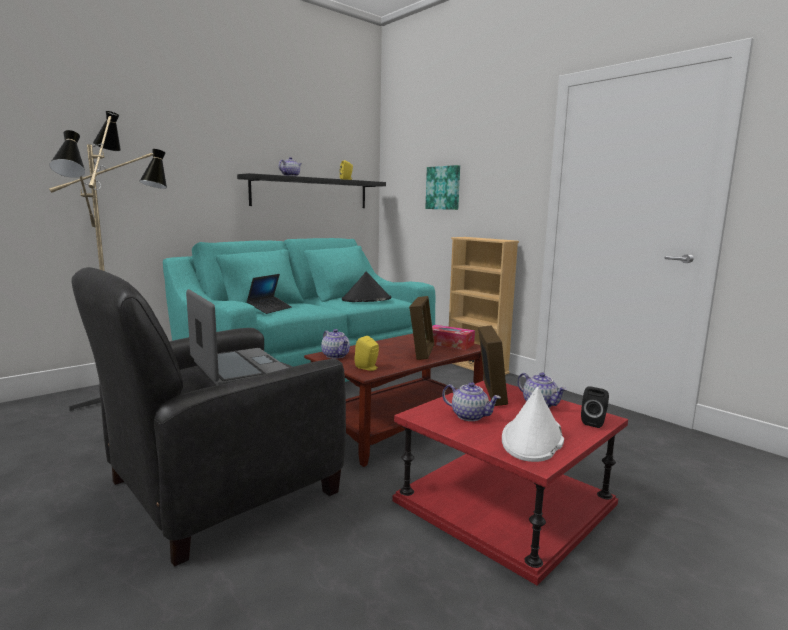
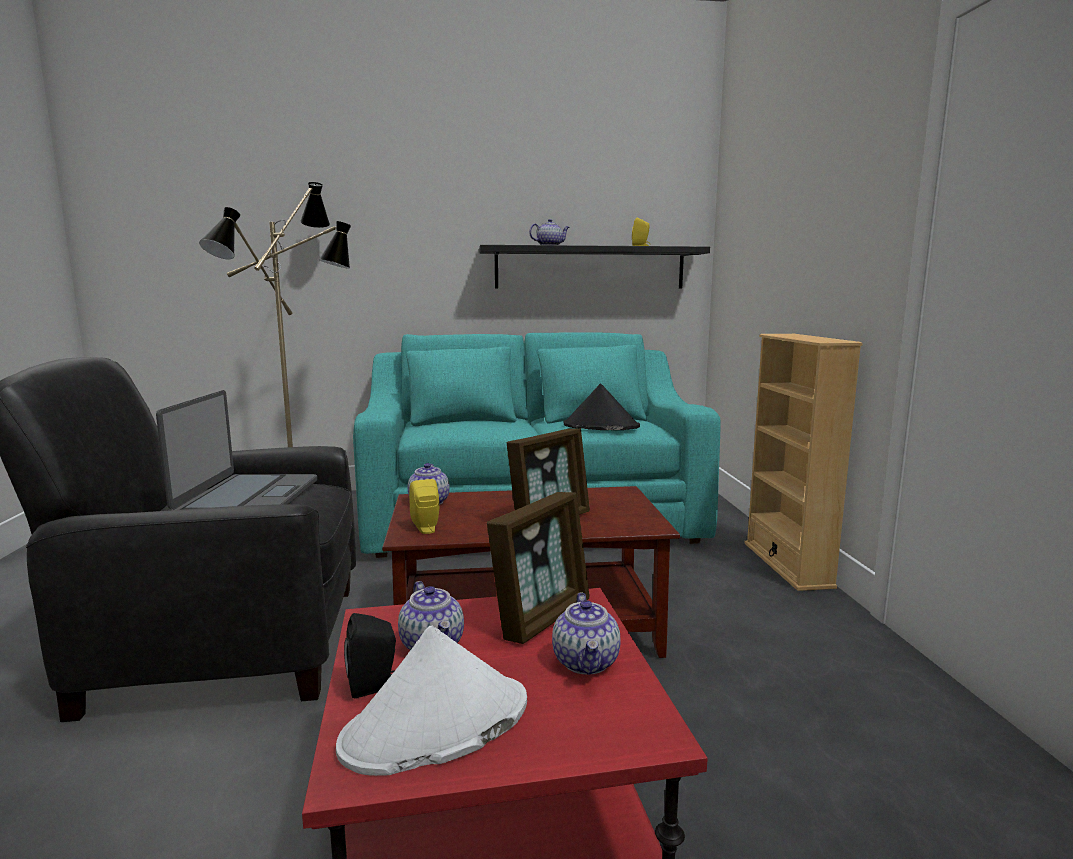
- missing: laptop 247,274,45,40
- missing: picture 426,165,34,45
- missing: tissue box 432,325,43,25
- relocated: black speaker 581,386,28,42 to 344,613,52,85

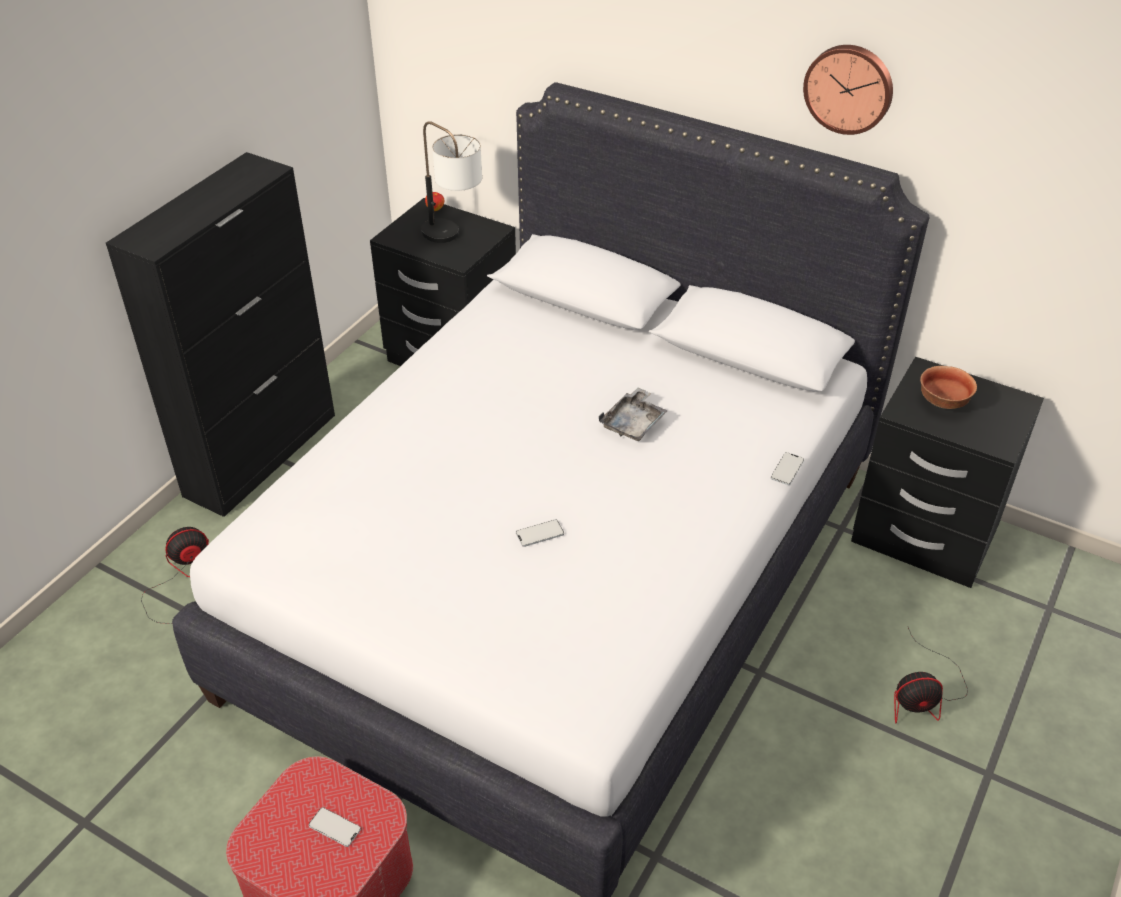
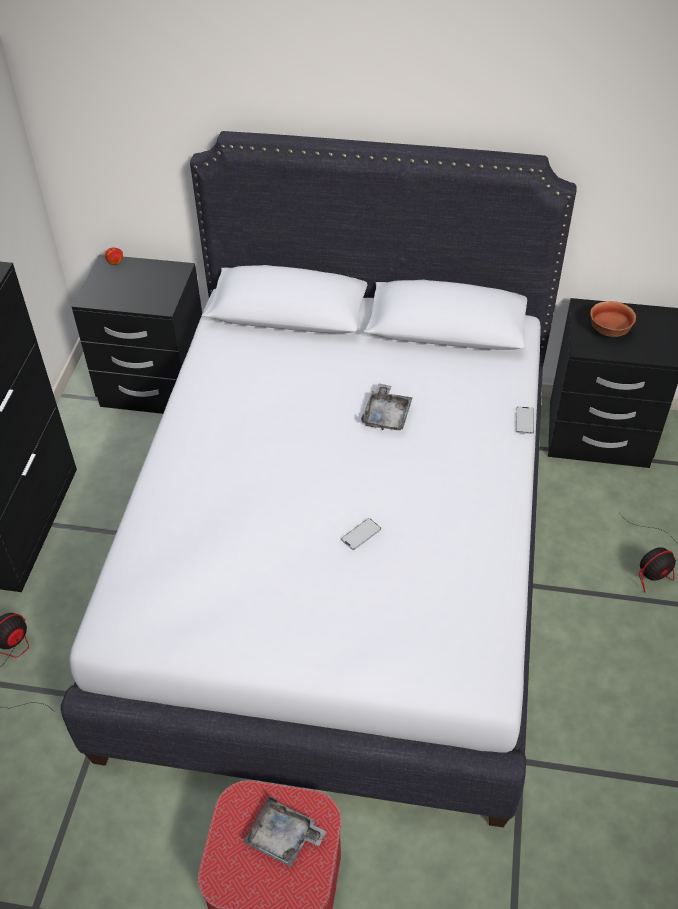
- missing: table lamp 421,121,61,122
- missing: wall clock 803,45,90,90
- exchanged: phone 309,807,52,40 to grey tray 243,796,84,71

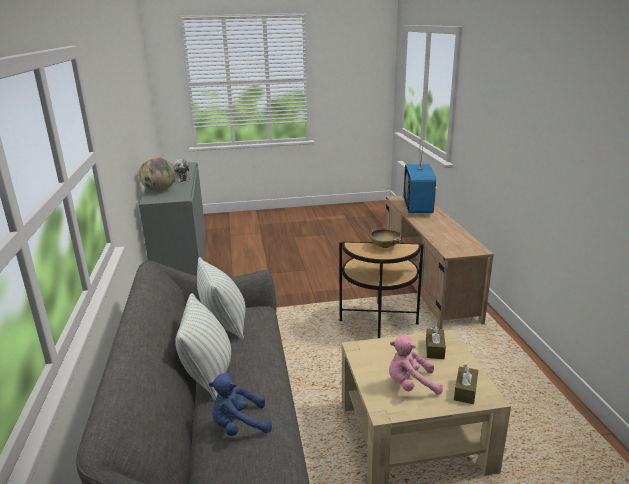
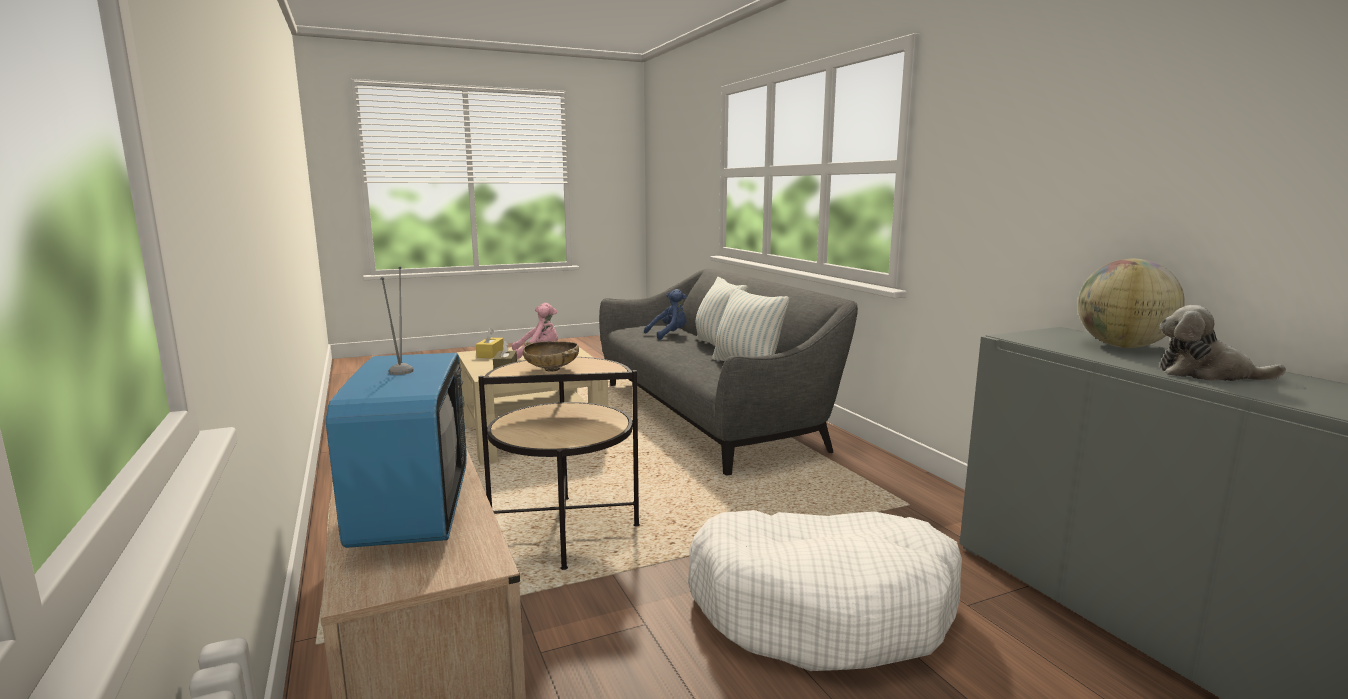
- appeared: white dog bed 688,510,274,161
- colour: brown tissue box 454,364,24,40 to yellow tissue box 476,328,28,30

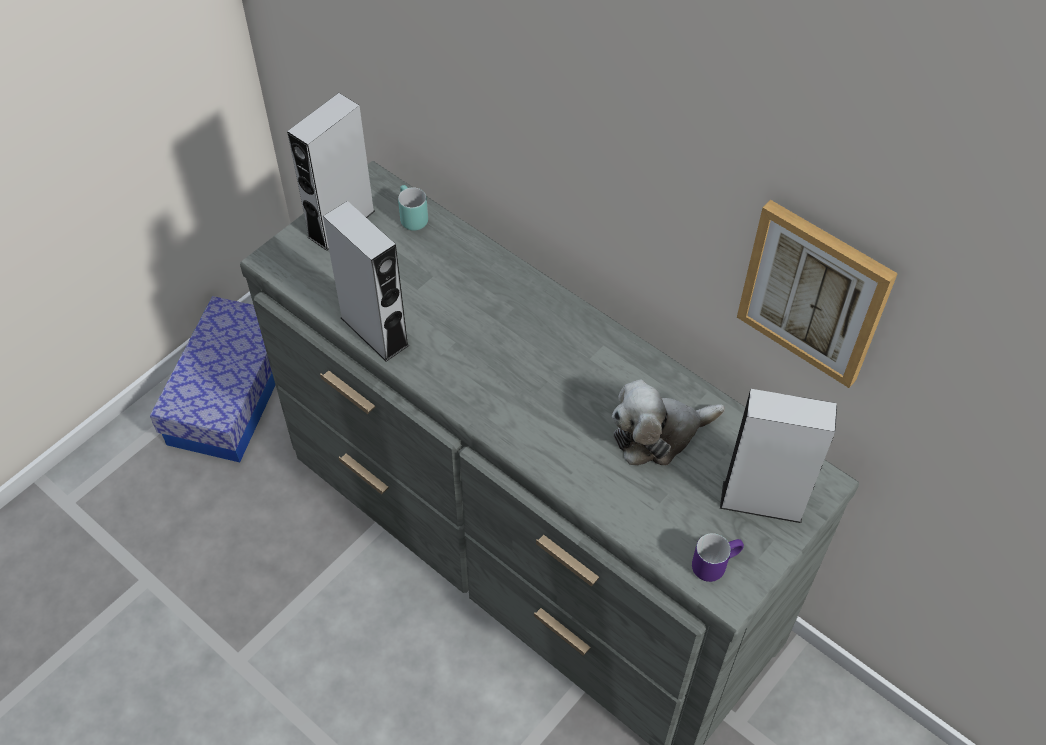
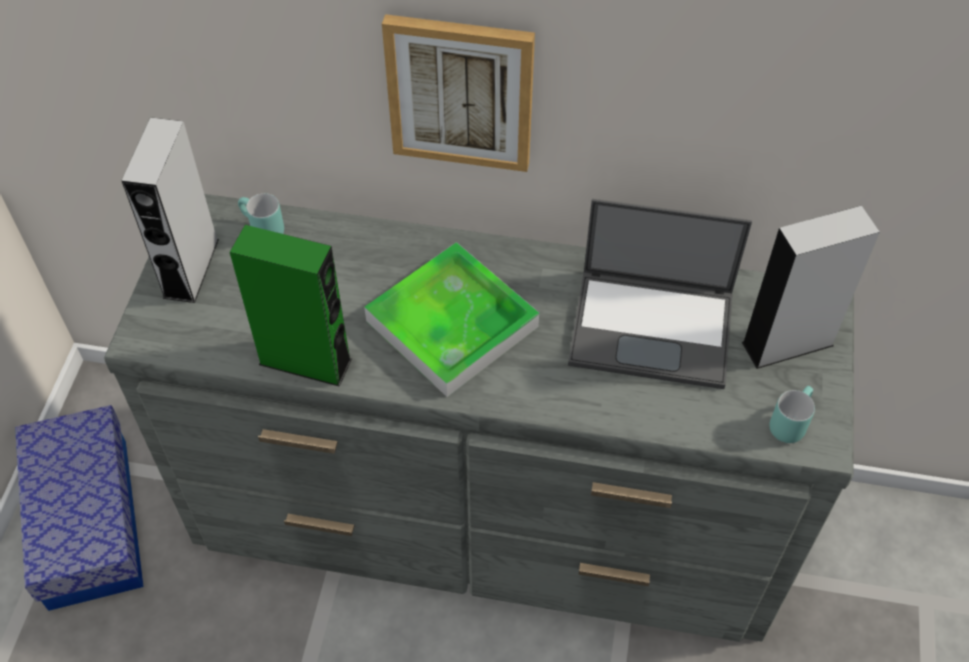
- appeared: tray 364,242,175,155
- relocated: picture 737,200,161,188 to 382,14,153,158
- exchanged: plush toy 612,379,113,86 to laptop 568,199,184,190
- colour: grey speaker 323,201,86,161 to green speaker 230,225,122,162
- colour: purple mug 692,533,52,49 to turquoise mug 769,386,46,57

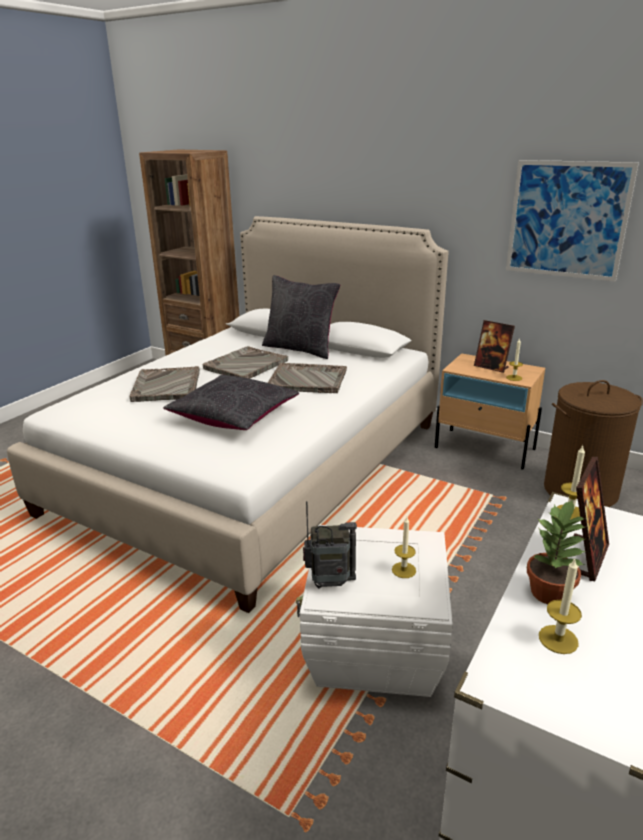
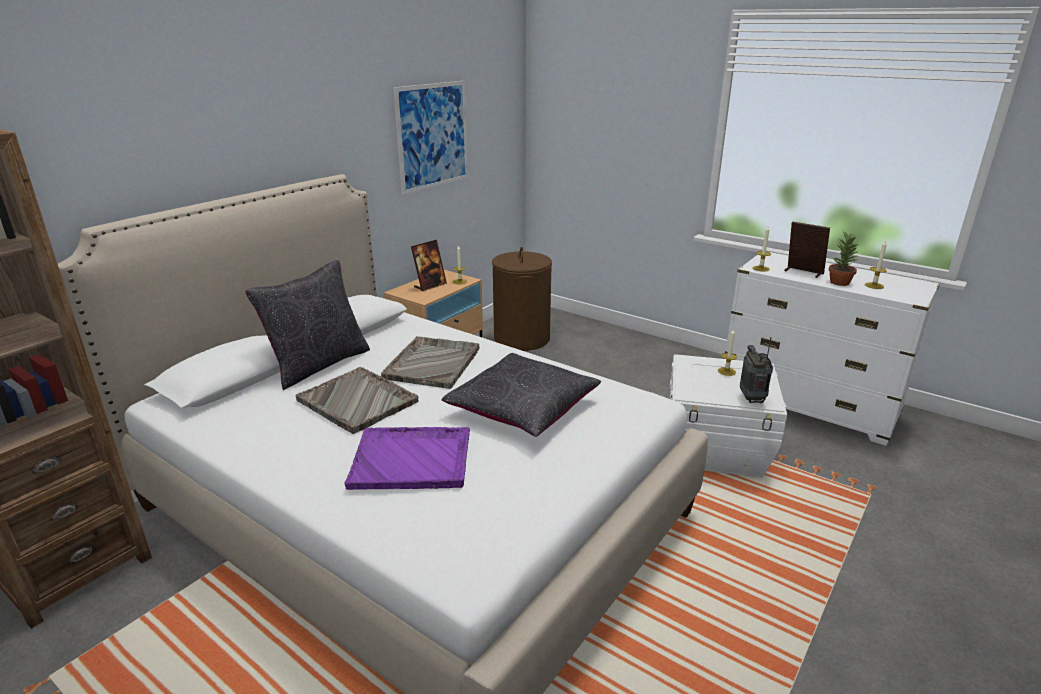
- colour: grey tray 130,366,70,36 to purple tray 344,427,126,63

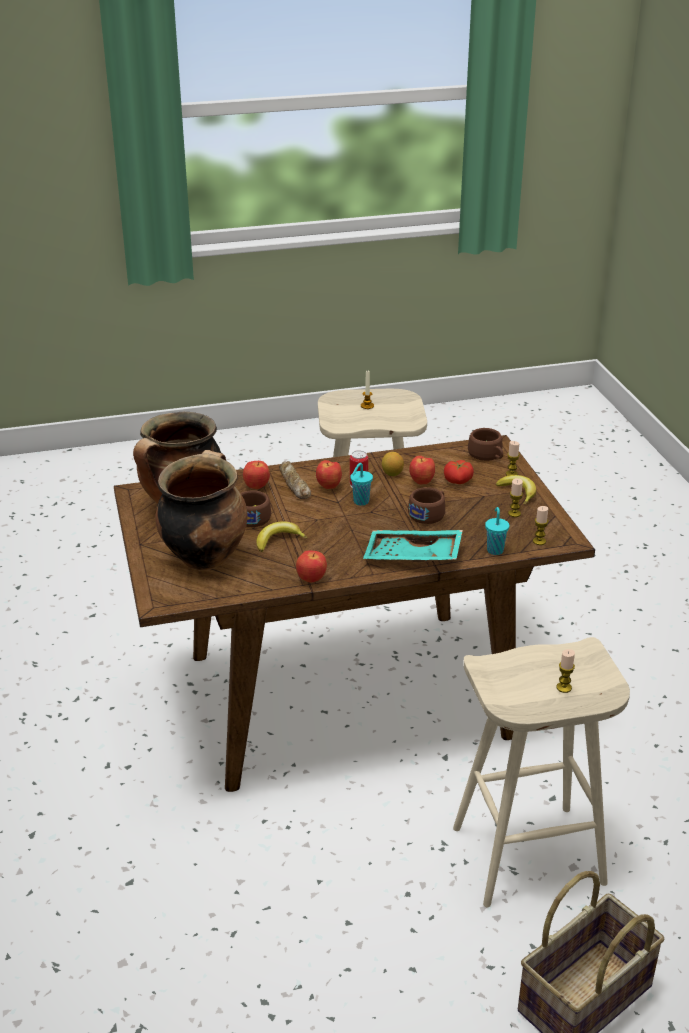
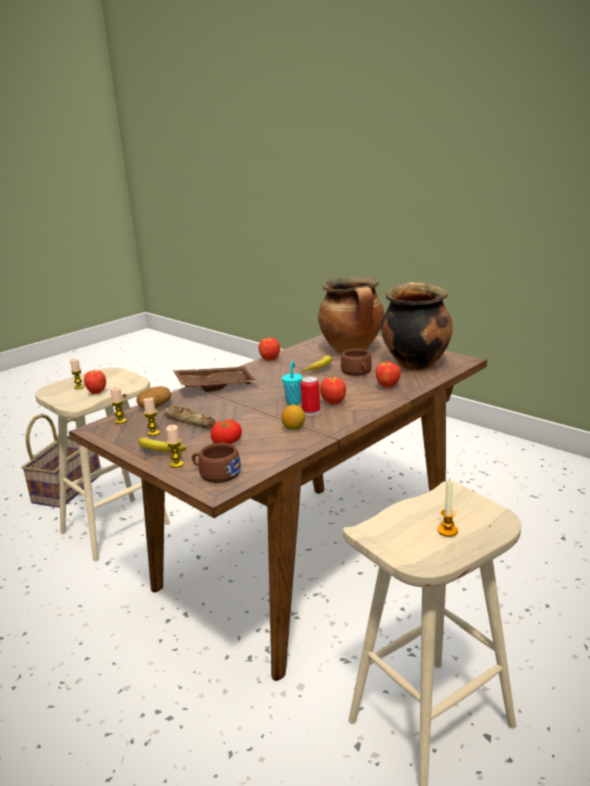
- missing: brown cup 408,487,37,37
- relocated: bread 279,461,32,38 to 164,405,52,24
- relocated: apple 410,456,25,28 to 84,371,22,23
- exchanged: turquoise cup 485,507,24,48 to potato 137,386,34,23
- colour: turquoise tray 363,530,100,32 to brown tray 173,366,84,26

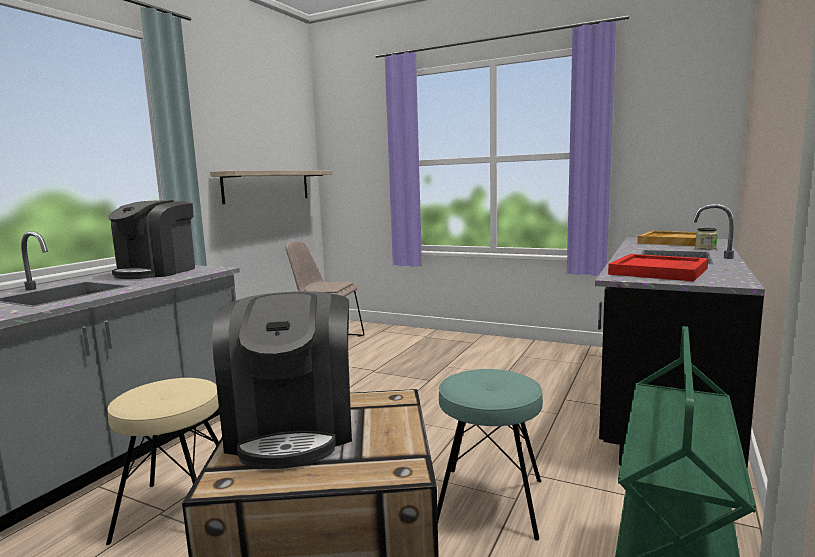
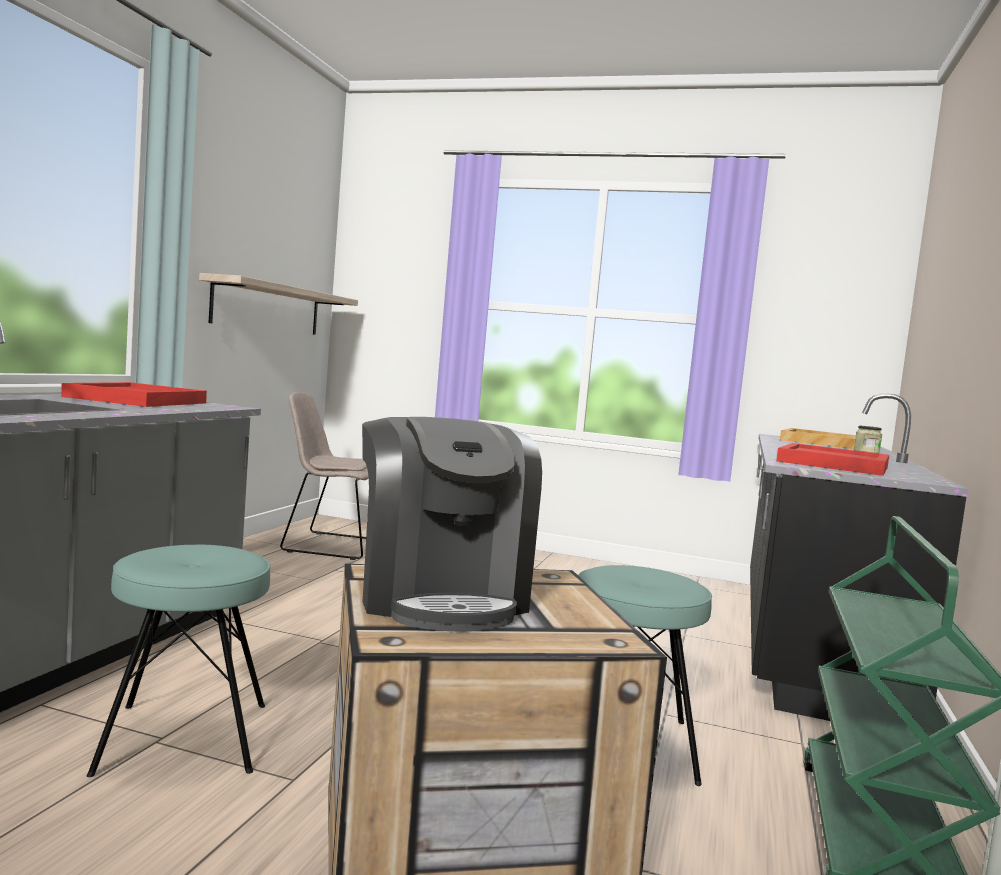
- exchanged: coffee machine 108,200,87,79 to red tray 61,382,146,25
- colour: beige stool 106,378,113,167 to turquoise stool 87,545,183,232

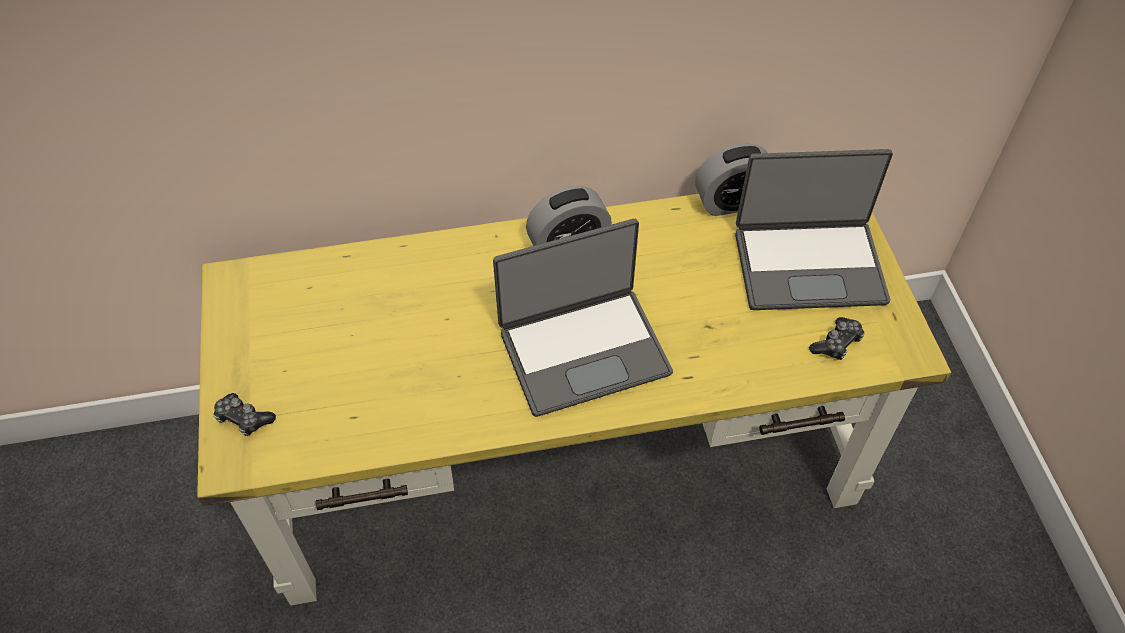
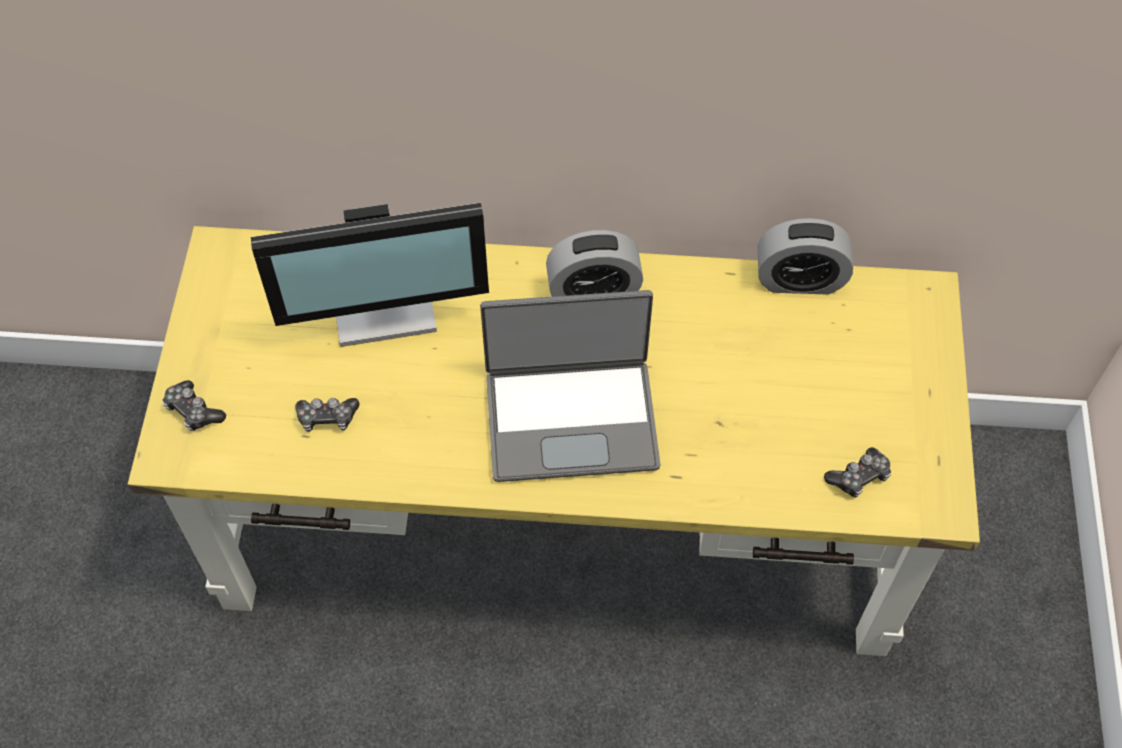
- missing: laptop 735,149,158,161
- appeared: monitor 251,203,238,144
- appeared: game controller 295,398,65,34

